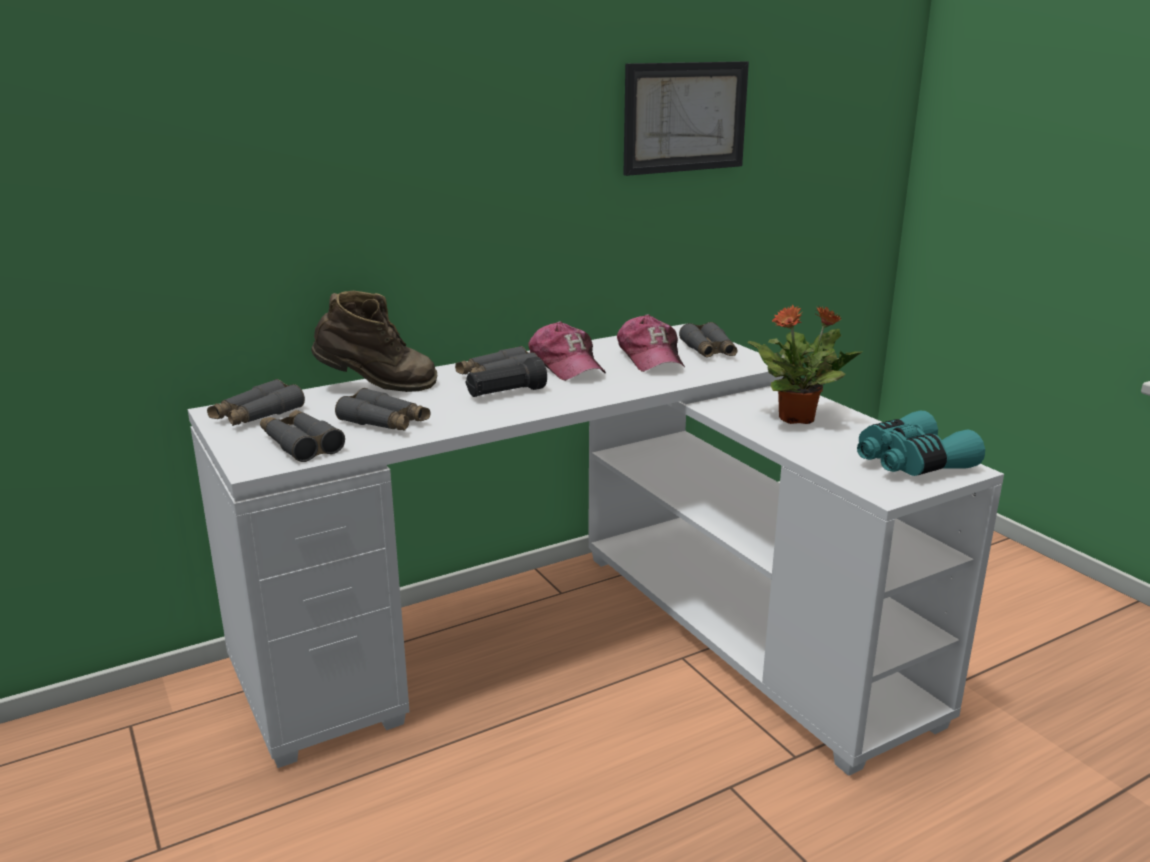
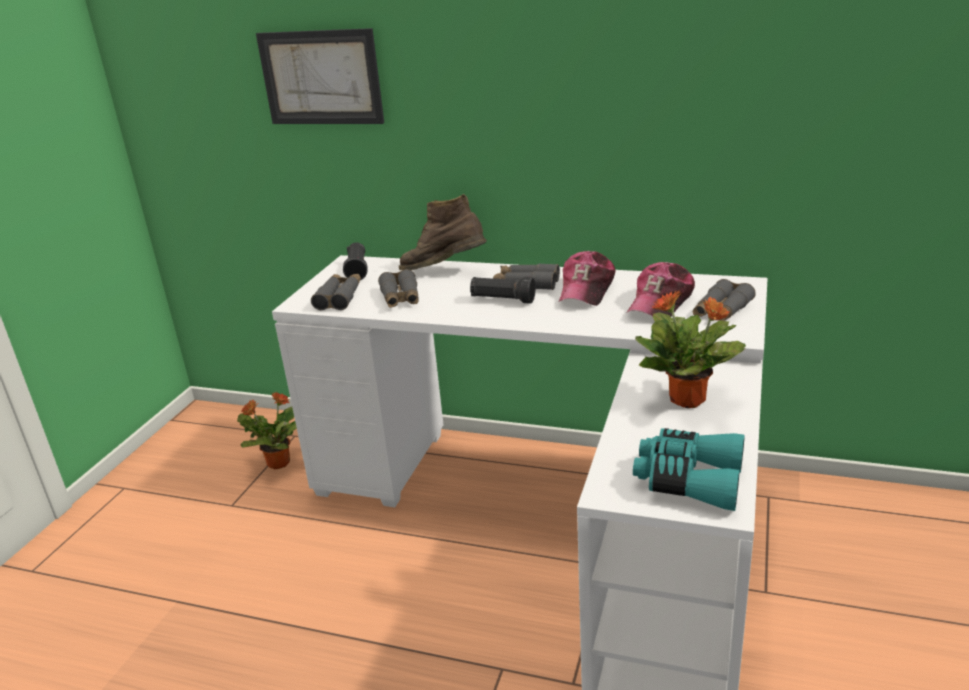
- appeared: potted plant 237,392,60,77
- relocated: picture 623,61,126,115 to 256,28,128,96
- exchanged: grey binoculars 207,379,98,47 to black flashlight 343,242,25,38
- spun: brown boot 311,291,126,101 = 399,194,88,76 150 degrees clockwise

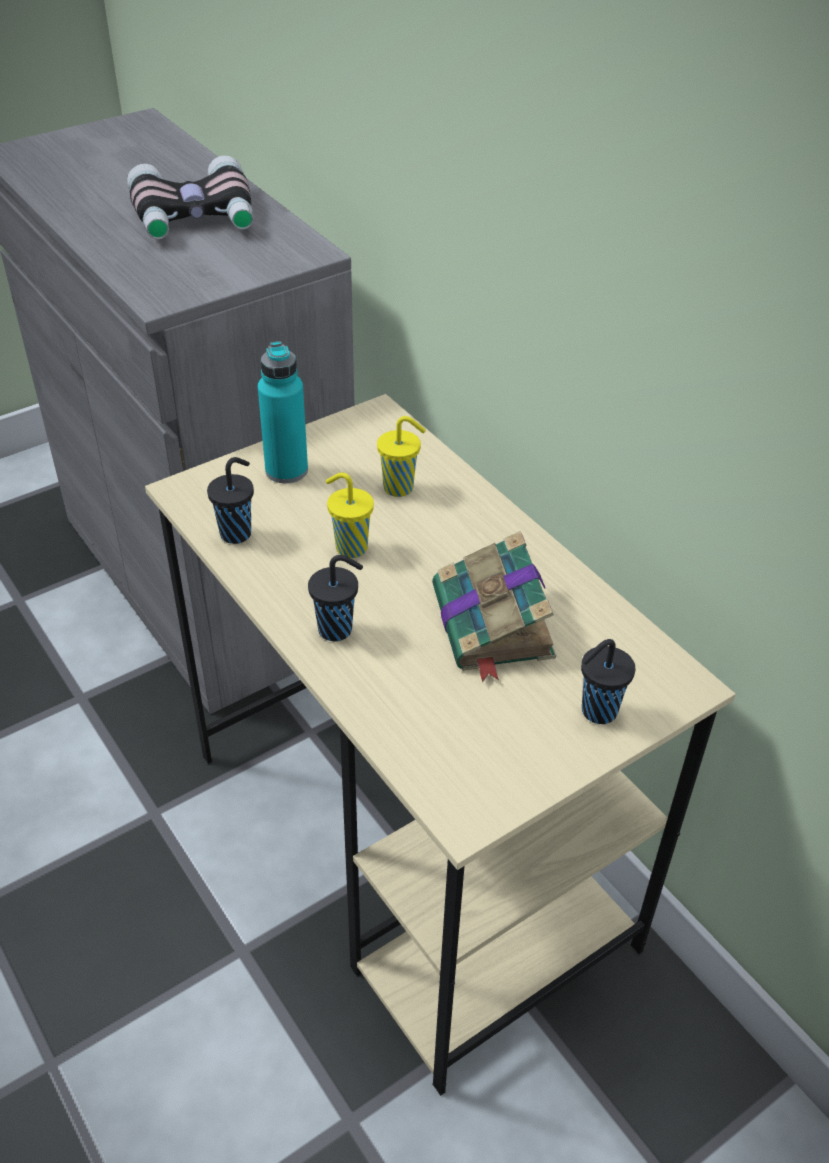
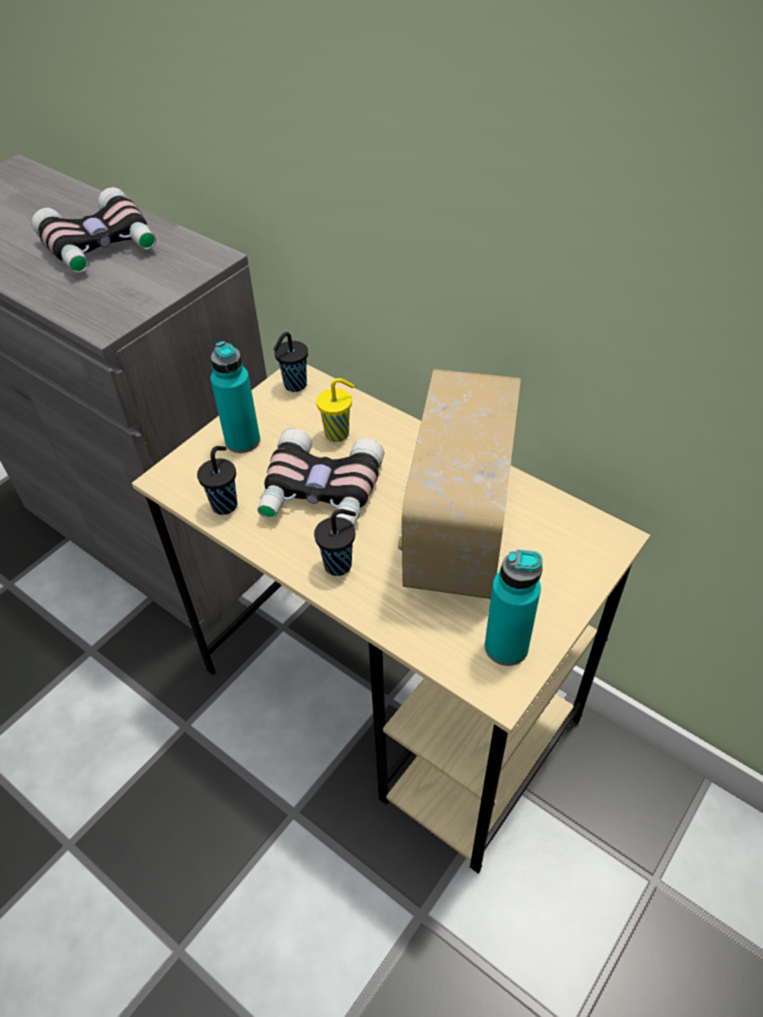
- appeared: turquoise bottle 485,550,58,116
- relocated: black cup 581,639,55,85 to 273,332,35,60
- exchanged: yellow cup 326,473,48,85 to binoculars 257,428,127,99
- exchanged: book 432,531,124,151 to radio 398,369,123,230

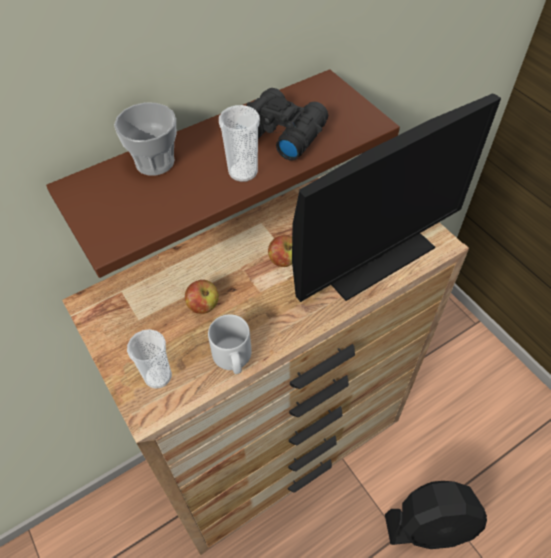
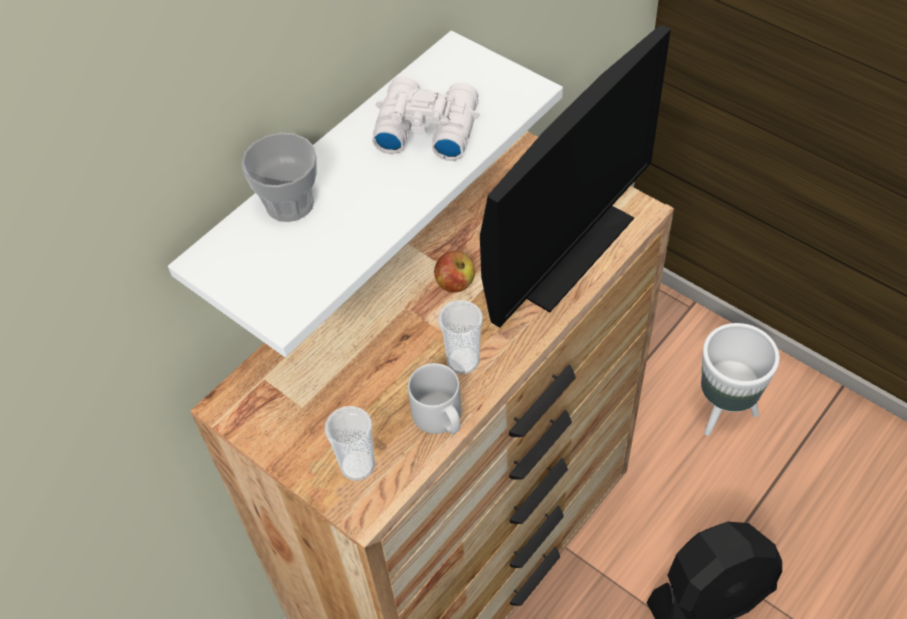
- missing: apple 185,280,34,34
- appeared: white planter 701,323,79,113
- relocated: cup 219,105,41,77 to 438,300,45,74
- colour: brown shelf 46,69,354,209 to white shelf 168,31,395,326
- colour: black binoculars 246,88,82,73 to white binoculars 372,76,108,85

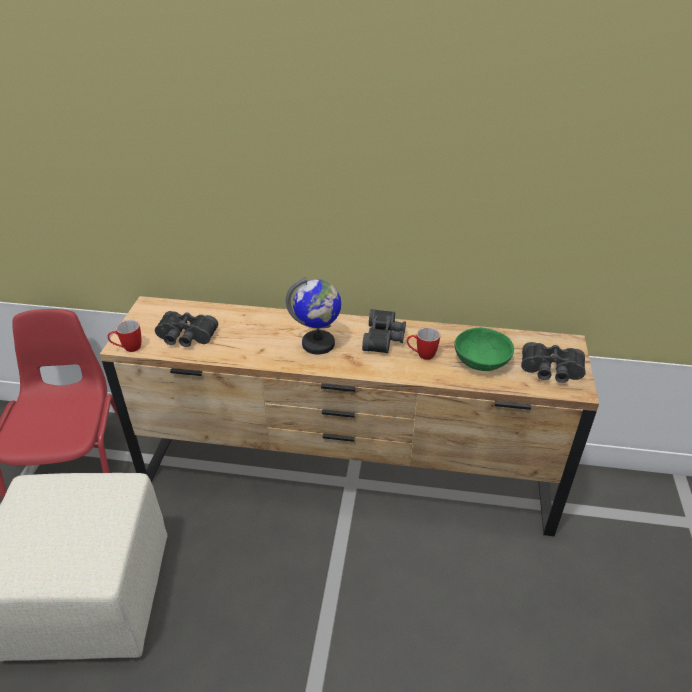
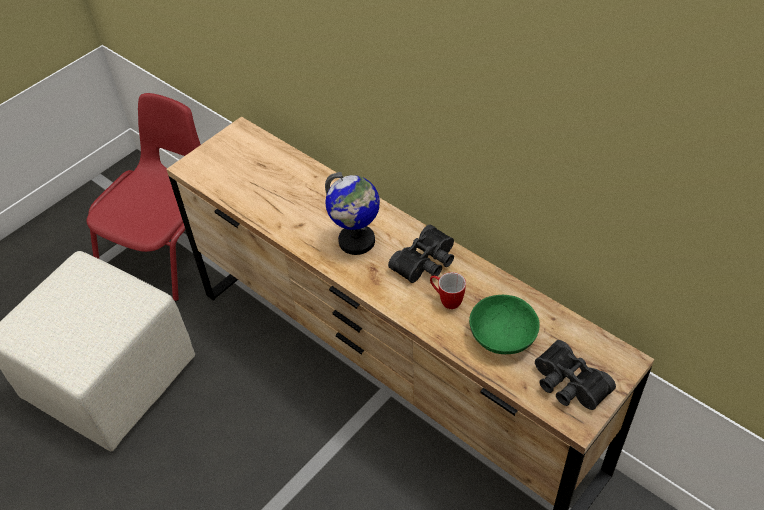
- missing: mug 107,320,34,32
- missing: black binoculars 155,311,63,36

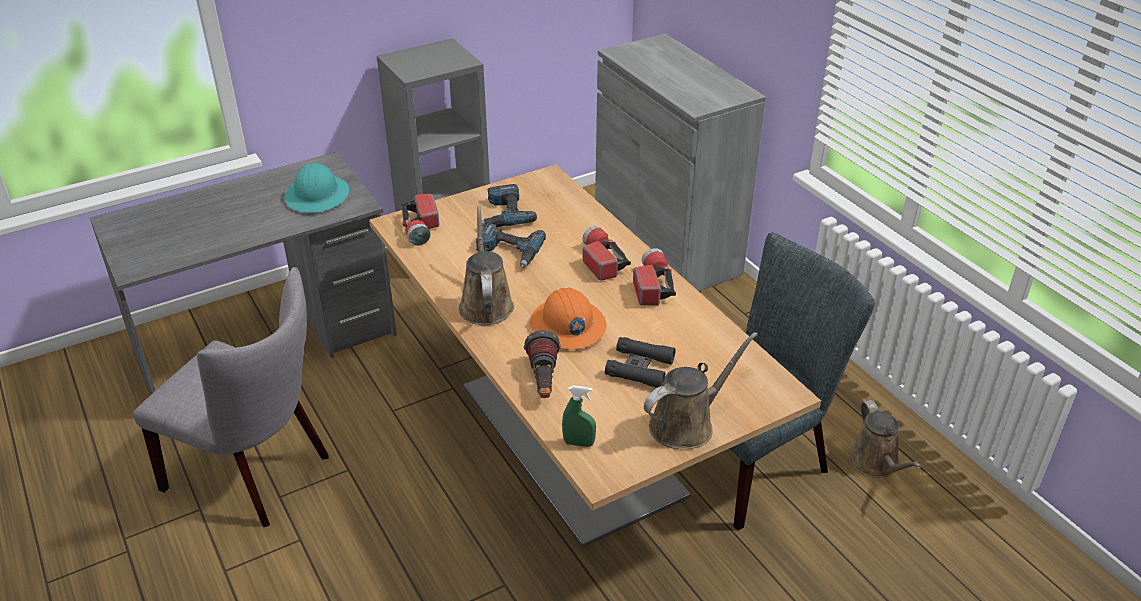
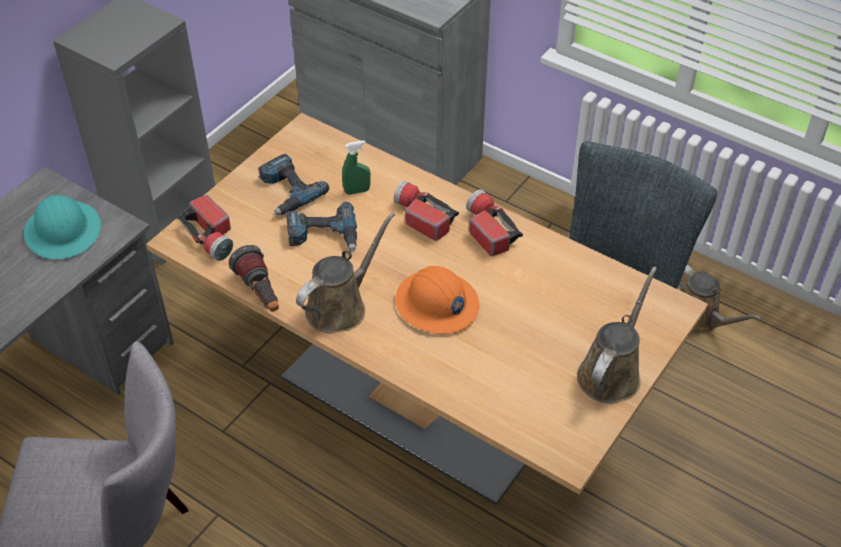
- missing: black binoculars 605,337,71,51
- relocated: flashlight 524,330,37,68 to 229,245,50,67
- relocated: green spray bottle 562,386,34,61 to 342,140,29,55
- spun: brown watering can 459,206,55,119 = 296,212,99,121 75 degrees clockwise

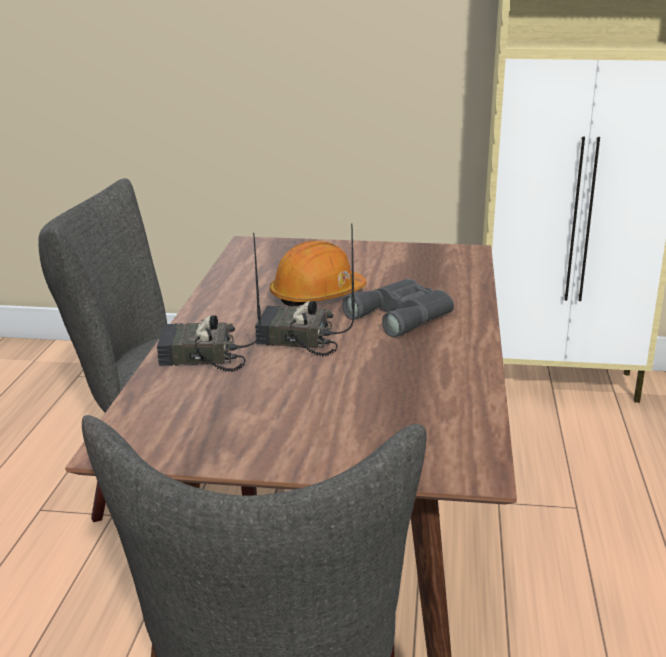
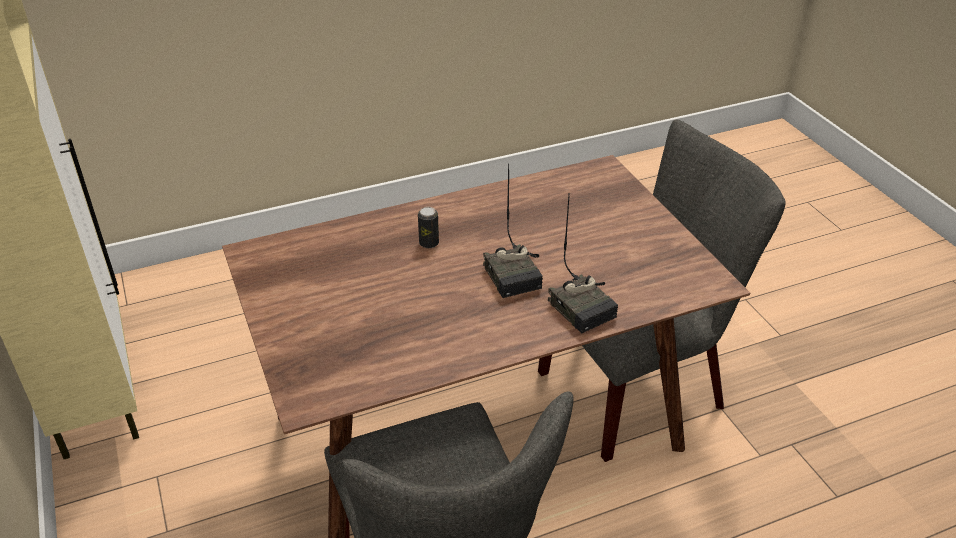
- missing: orange hard hat 270,241,97,66
- exchanged: grey binoculars 342,279,112,58 to can 418,207,21,41

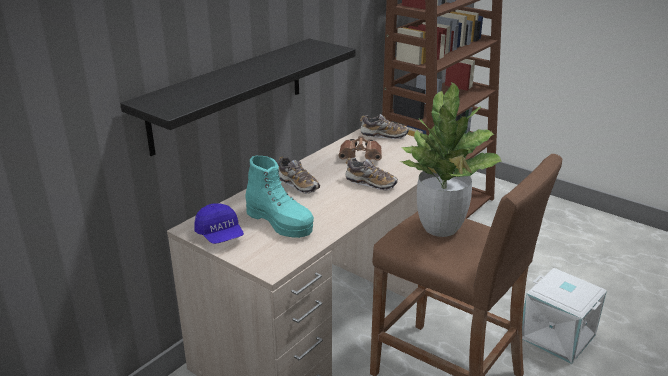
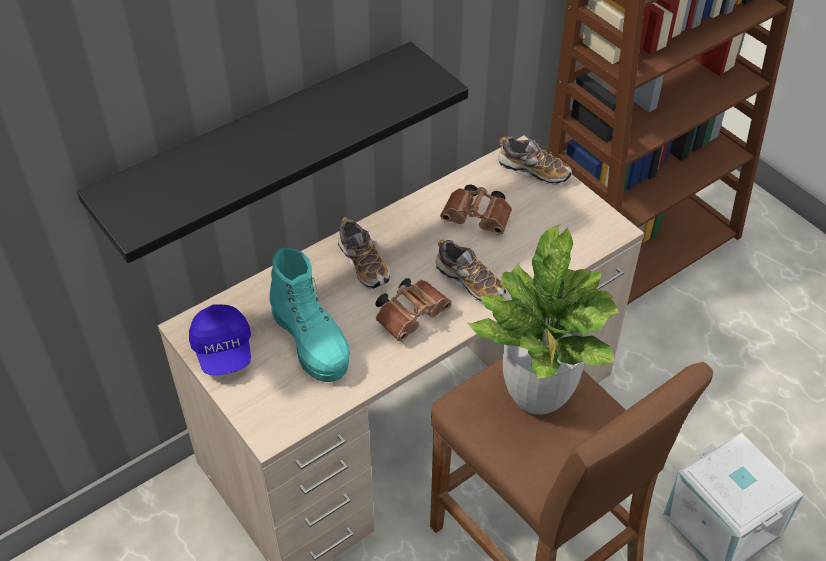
- appeared: brown binoculars 375,278,77,63

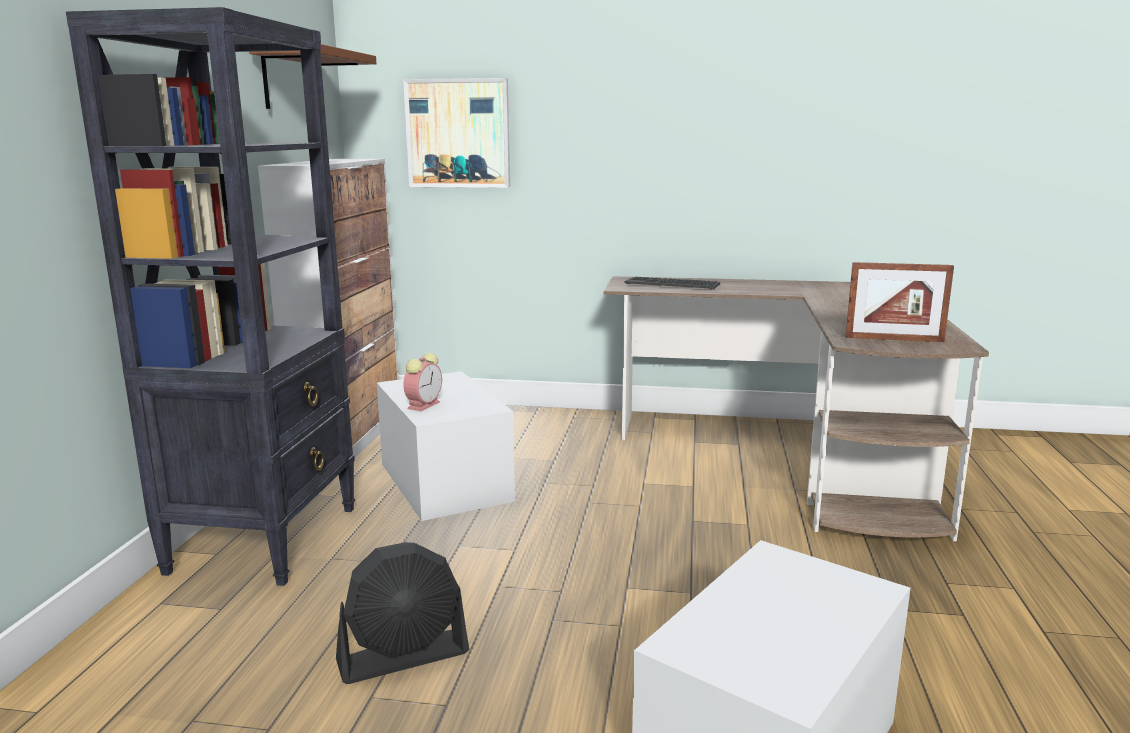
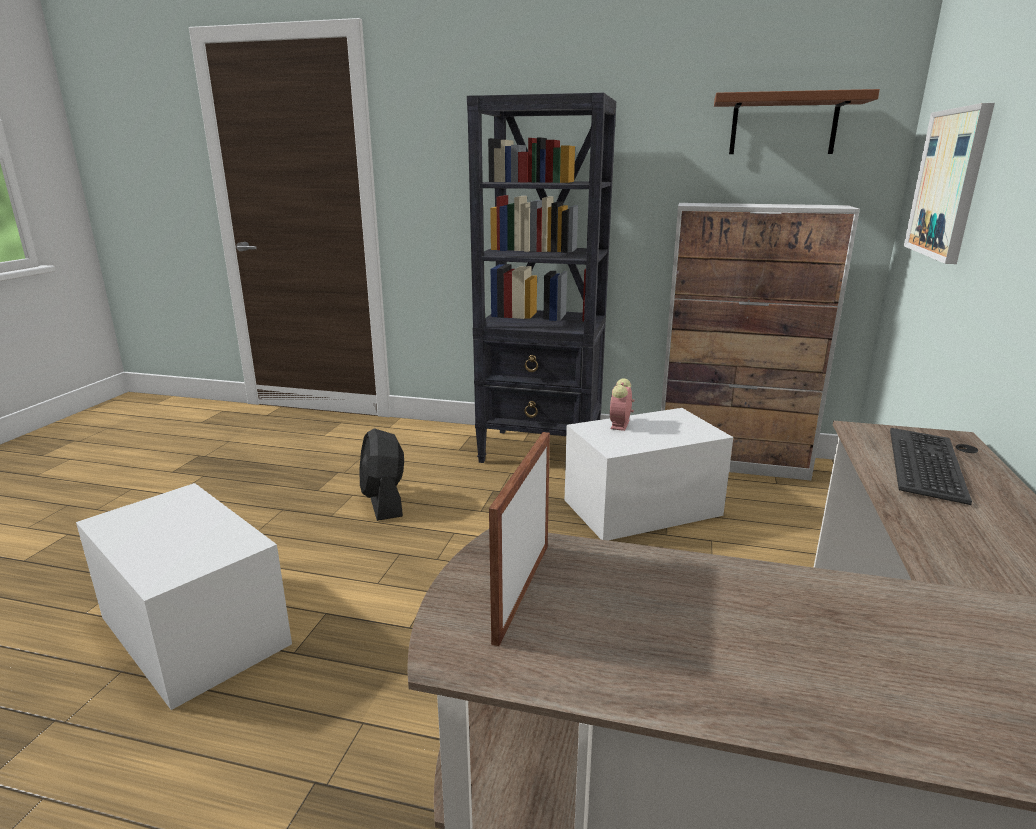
- spun: alarm clock 403,353,39,58 = 610,378,24,53 75 degrees clockwise

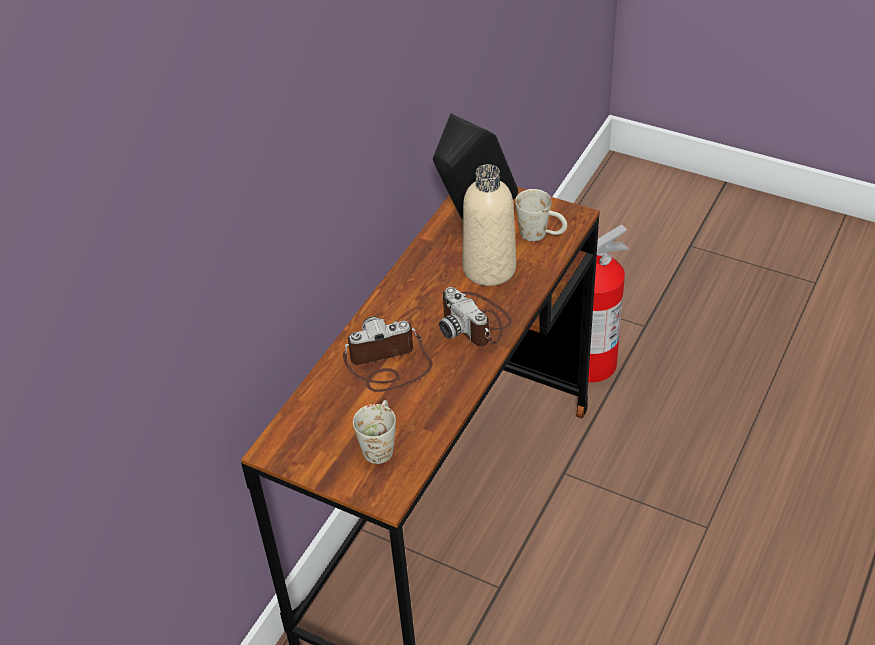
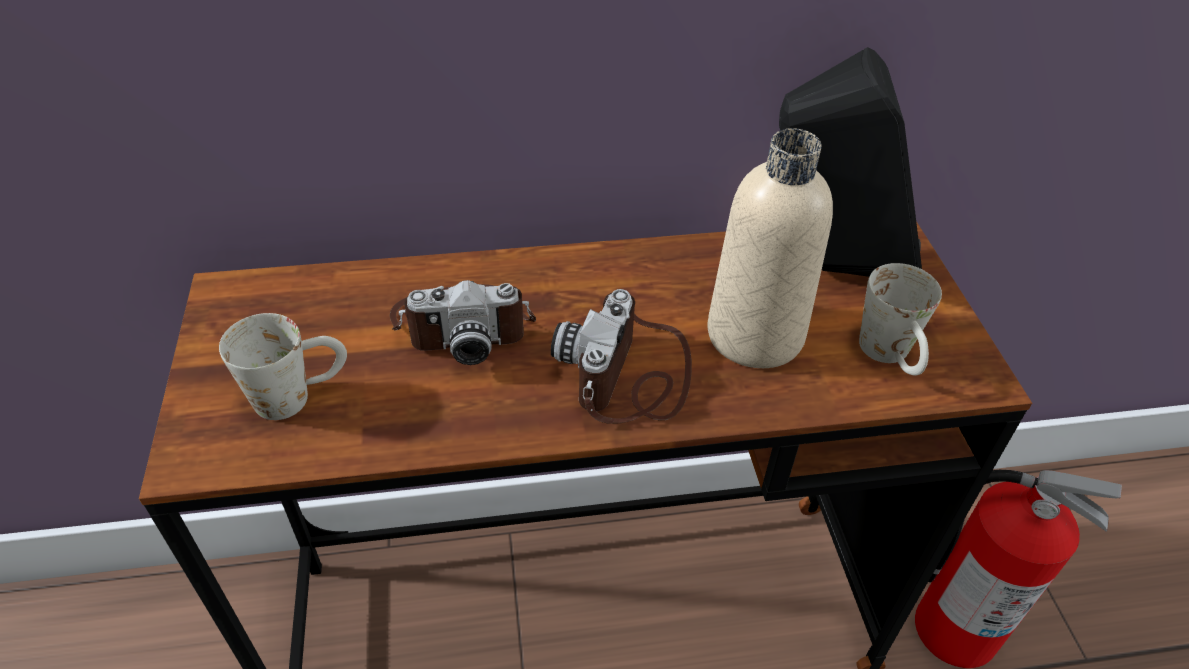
- spun: photo camera 343,316,90,76 = 390,280,146,85 135 degrees clockwise

